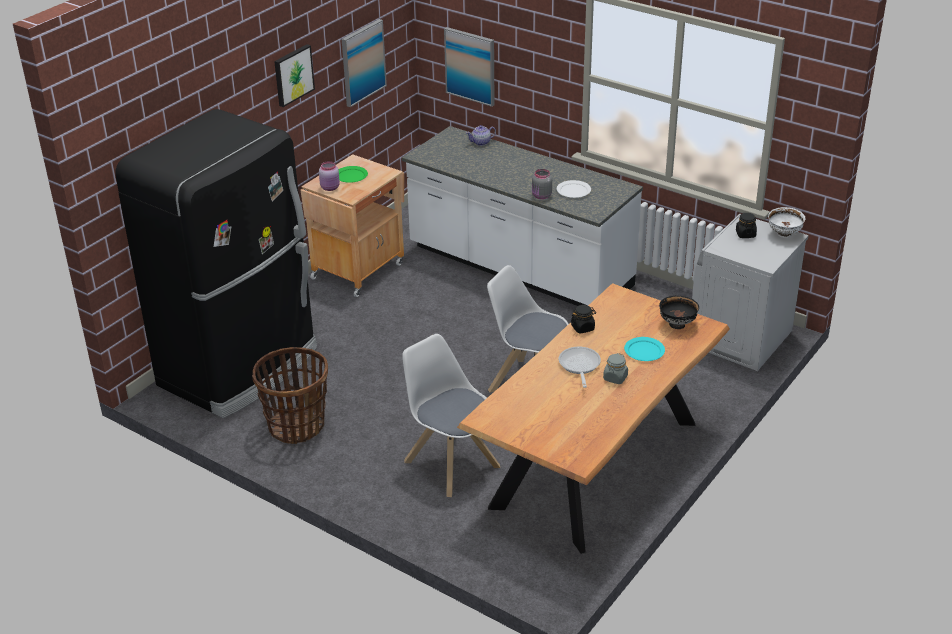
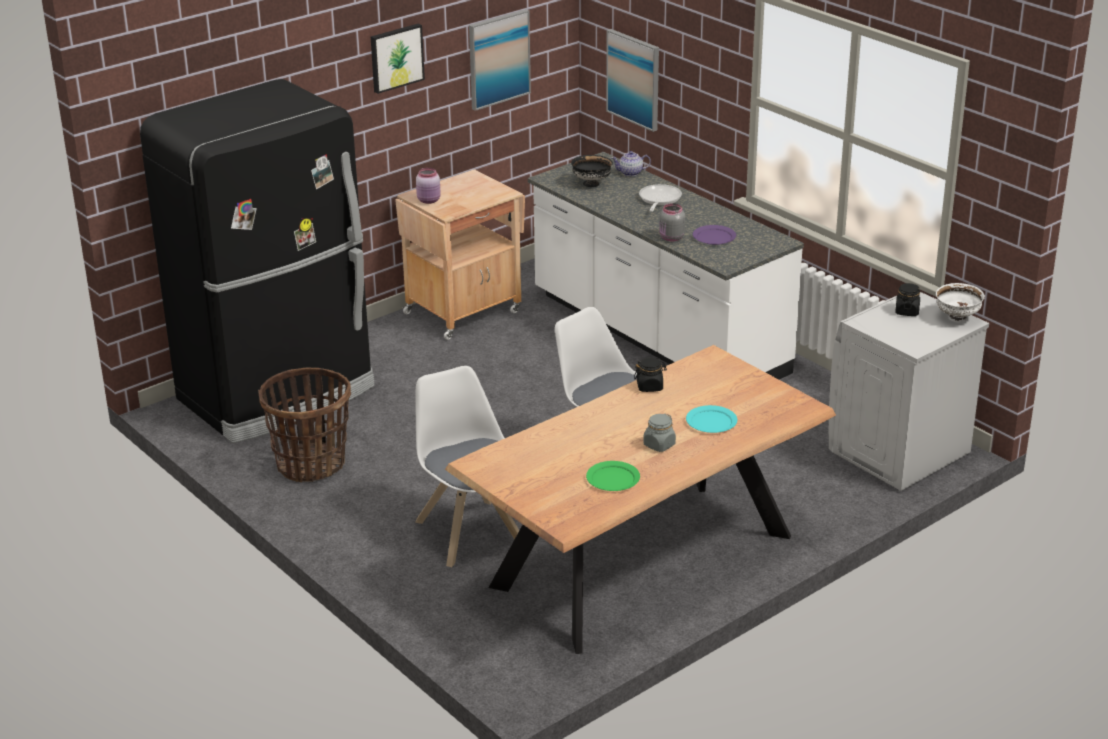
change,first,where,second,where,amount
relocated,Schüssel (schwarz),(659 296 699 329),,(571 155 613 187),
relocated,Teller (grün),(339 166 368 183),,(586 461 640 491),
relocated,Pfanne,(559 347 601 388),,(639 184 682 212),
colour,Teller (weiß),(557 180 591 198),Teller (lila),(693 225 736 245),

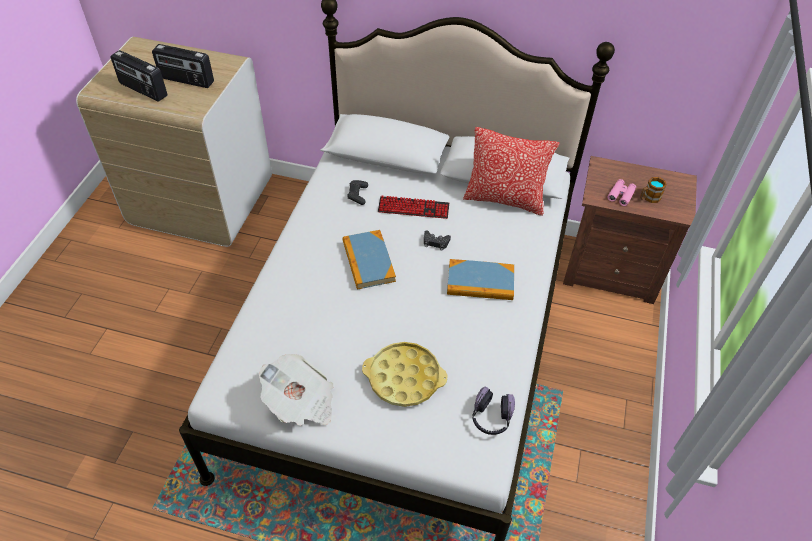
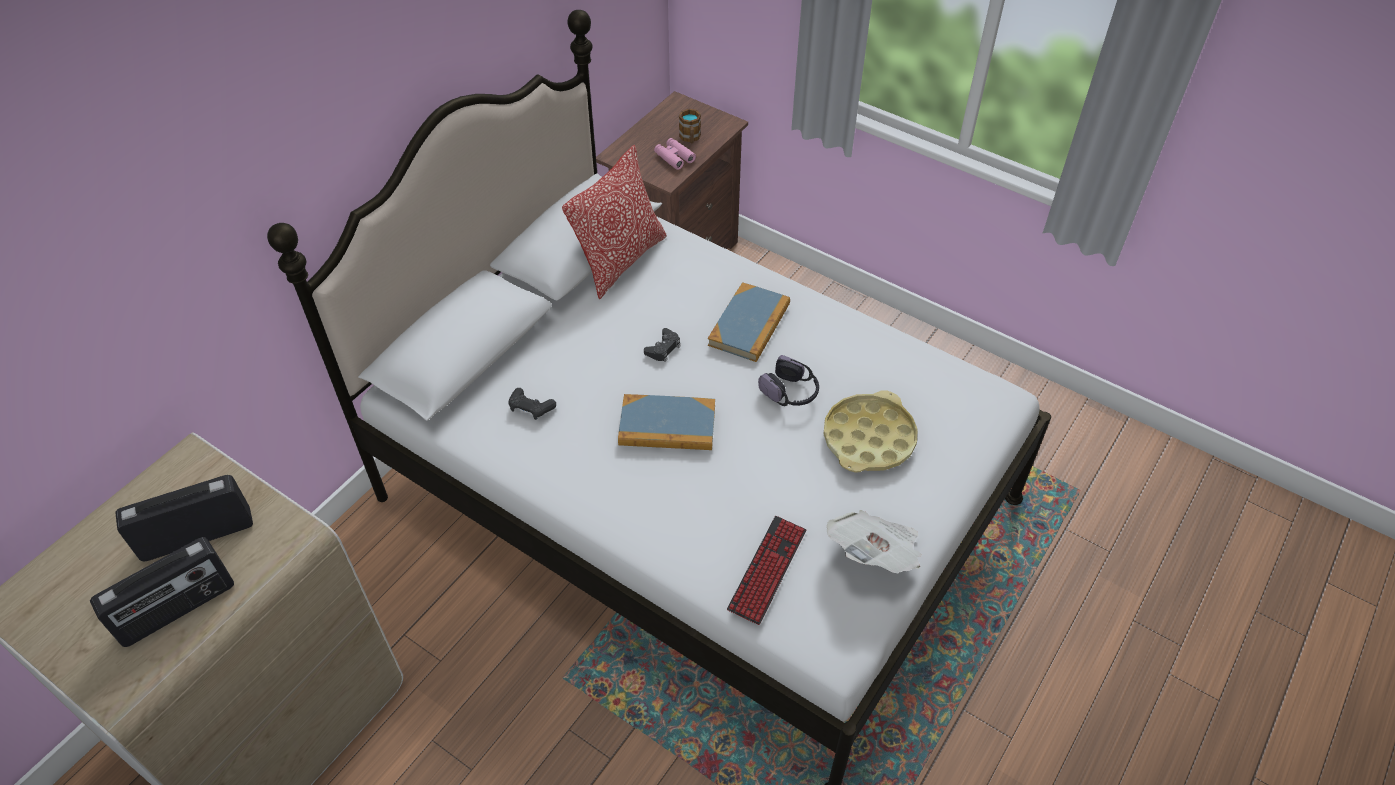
change,first,where,second,where,amount
spun,Radio,(152 44 214 88),,(115 475 253 562),150 degrees counterclockwise
relocated,Tastatur,(378 196 449 219),,(727 516 806 625),
relocated,Kopfhörer,(473 386 515 435),,(758 355 819 406),

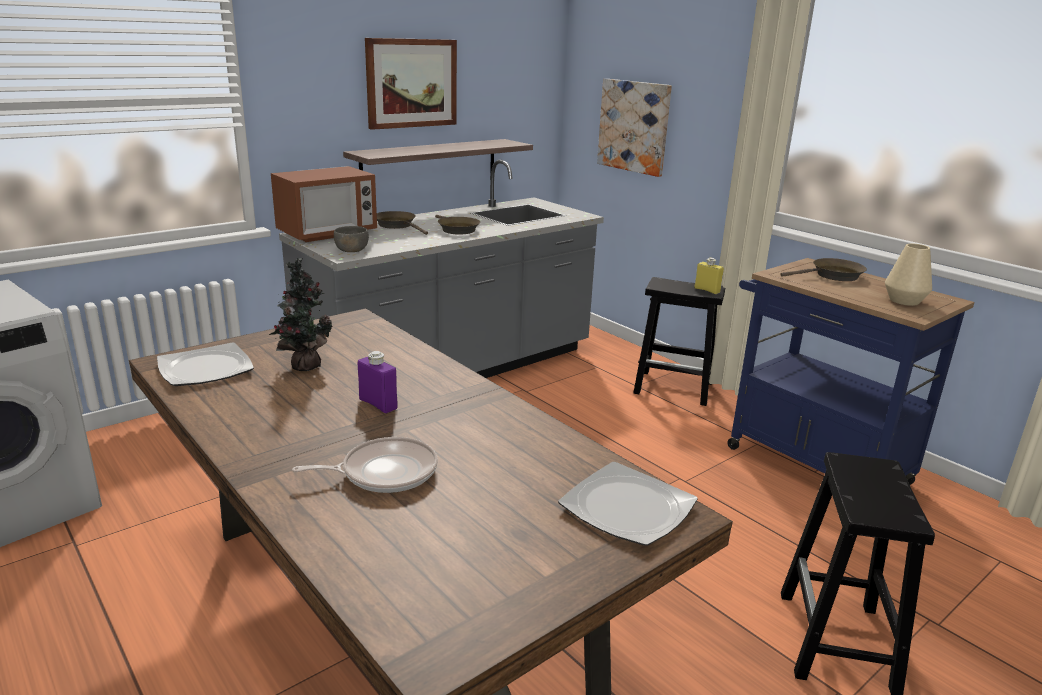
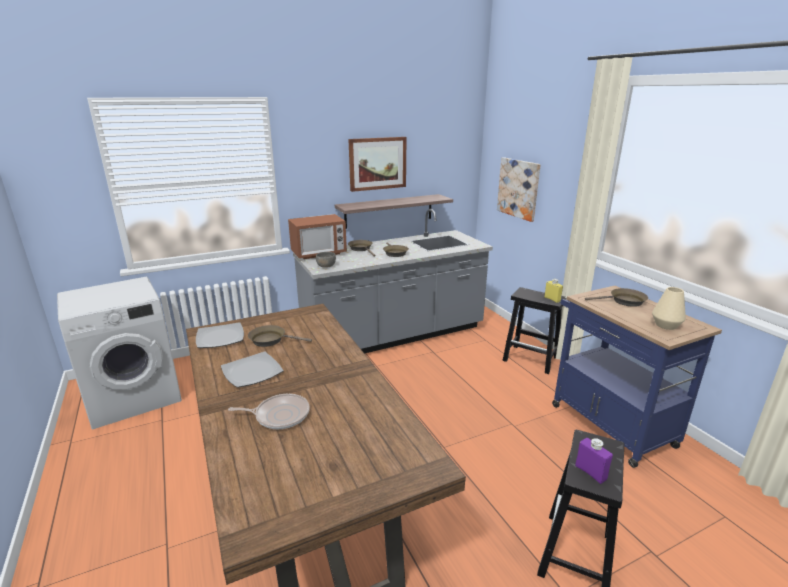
change,first,where,second,where,amount
relocated,Teller,(558 462 698 546),,(221 352 284 387),
exchanged,Topfpflanze,(269 258 332 371),Pfanne (braun),(248 325 312 347),
relocated,Flasche (lila),(358 351 398 413),,(575 438 613 484),

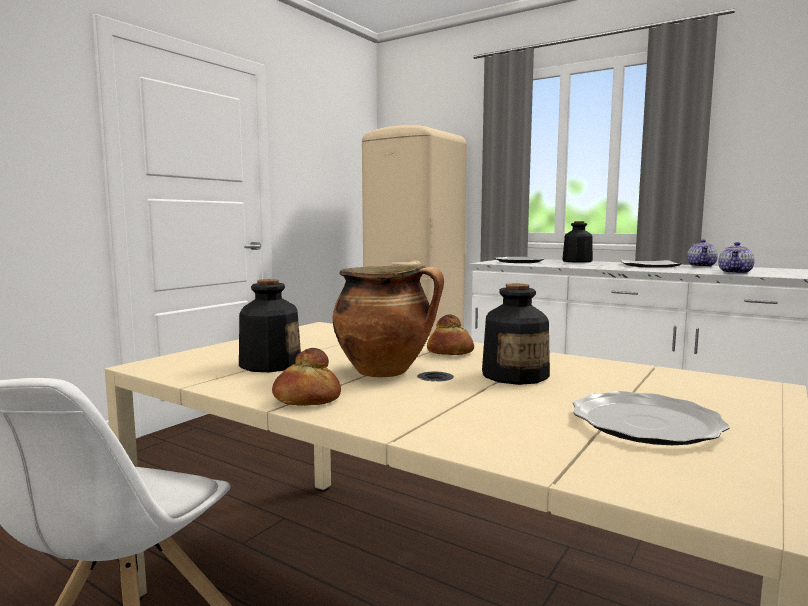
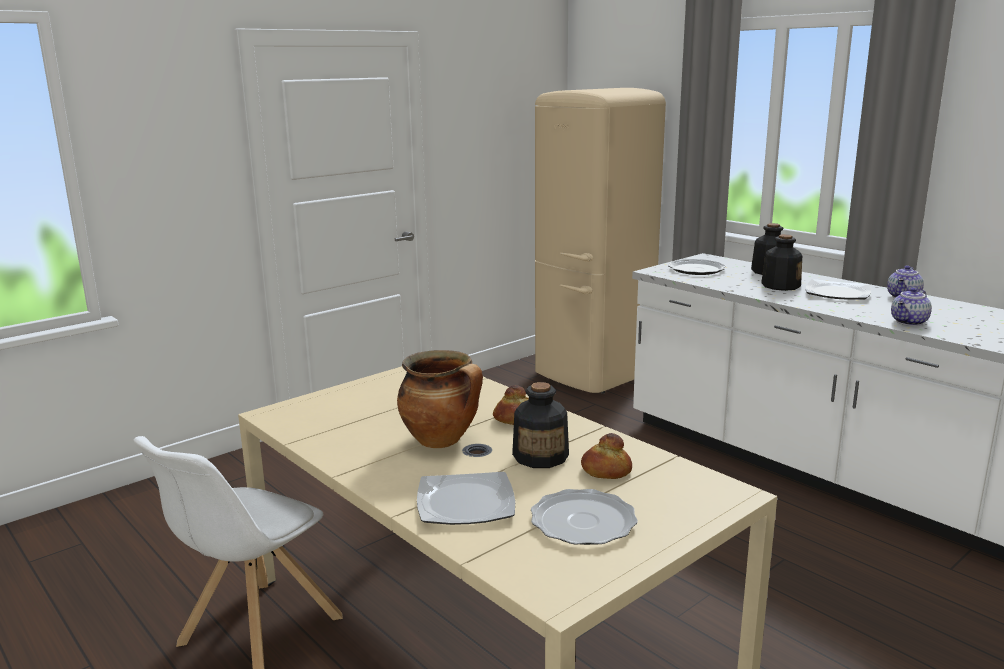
change,first,where,second,where,amount
appeared,,,Teller,(417 472 515 525),
relocated,Brot,(272 348 341 406),,(581 433 632 479),
relocated,Flasche,(239 279 301 372),,(761 234 802 291),

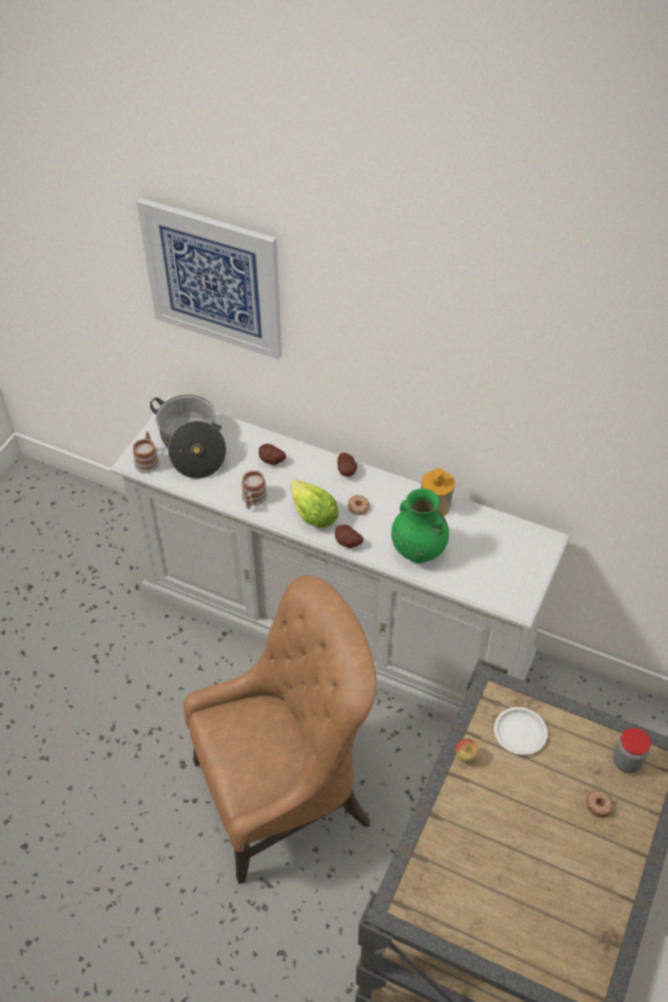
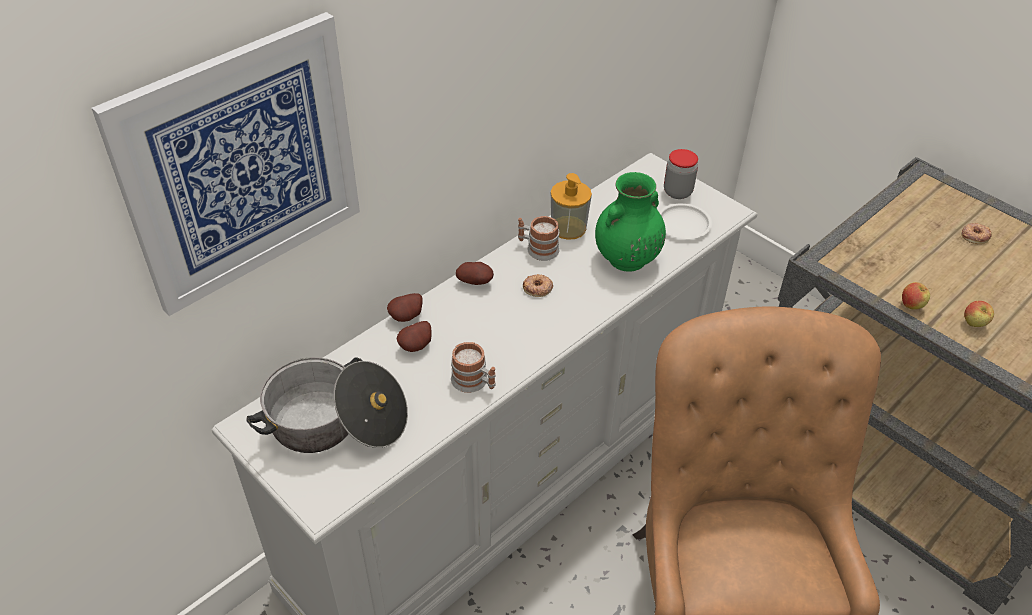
change,first,where,second,where,amount
relocated,Kartoffel,(335 525 363 548),,(387 293 423 322),
relocated,Henkelbecher,(133 431 160 473),,(518 216 559 261),
relocated,Teller (weiß),(494 707 548 755),,(659 203 712 239),
relocated,Vorratsglas,(613 728 651 773),,(664 149 698 199),
appeared,,,Apfel,(964 301 994 327),
missing,Salatkopf,(291 480 339 528),,,

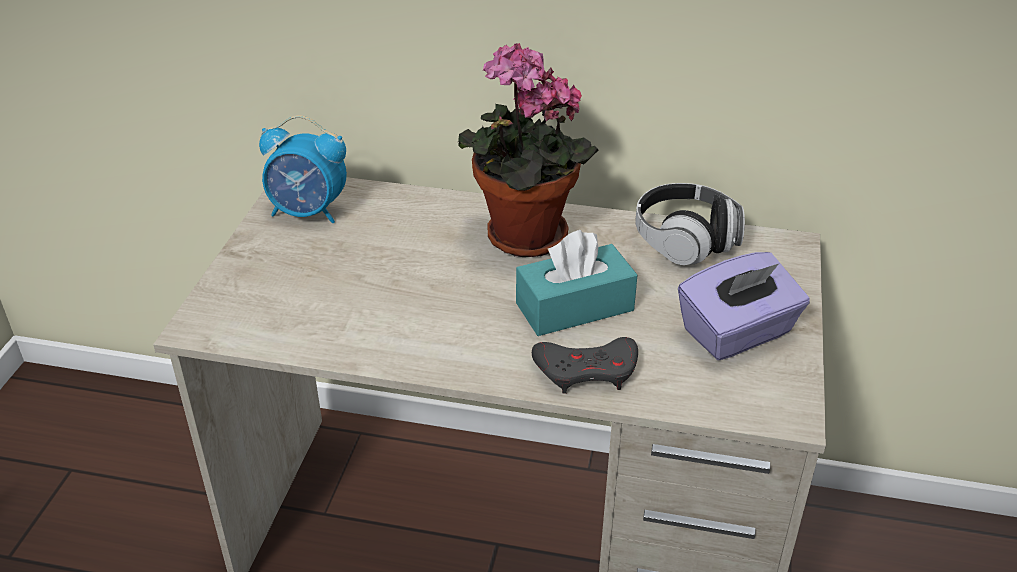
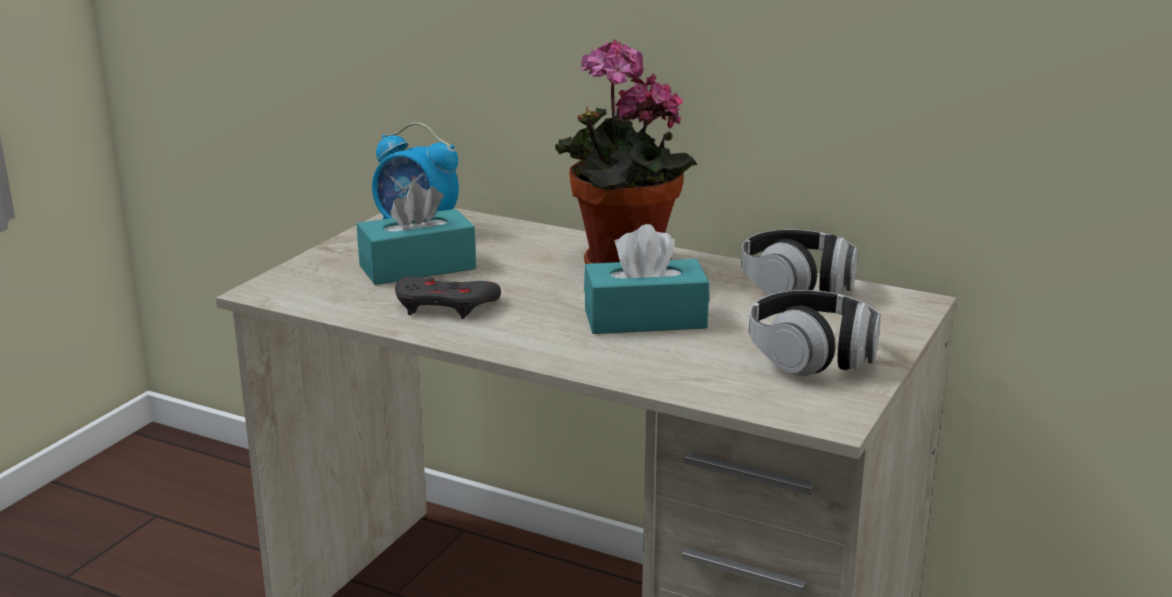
change,first,where,second,where,amount
appeared,,,Taschentuchbox (türkis),(357 182 476 285),
relocated,Gamepad (grau),(532 337 638 394),,(395 276 501 319),
exchanged,Taschentuchbox (lila),(678 252 810 360),Kopfhörer,(749 290 881 376),

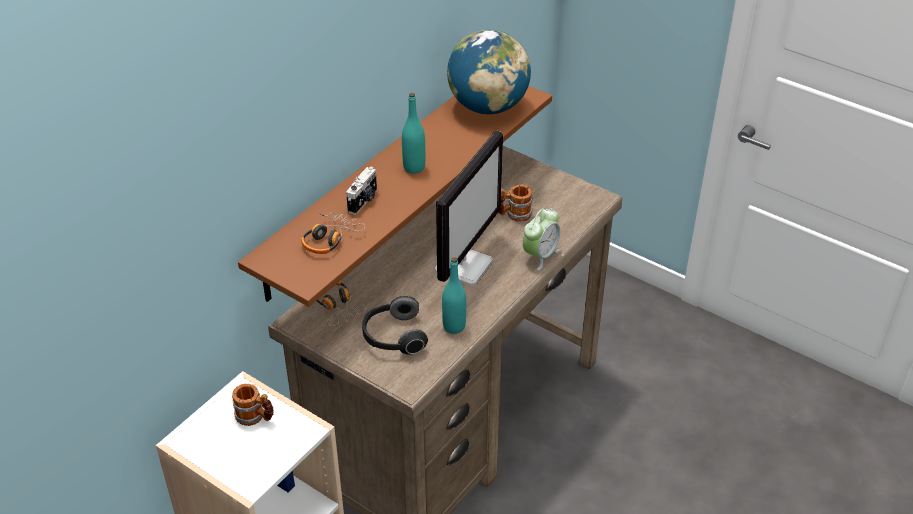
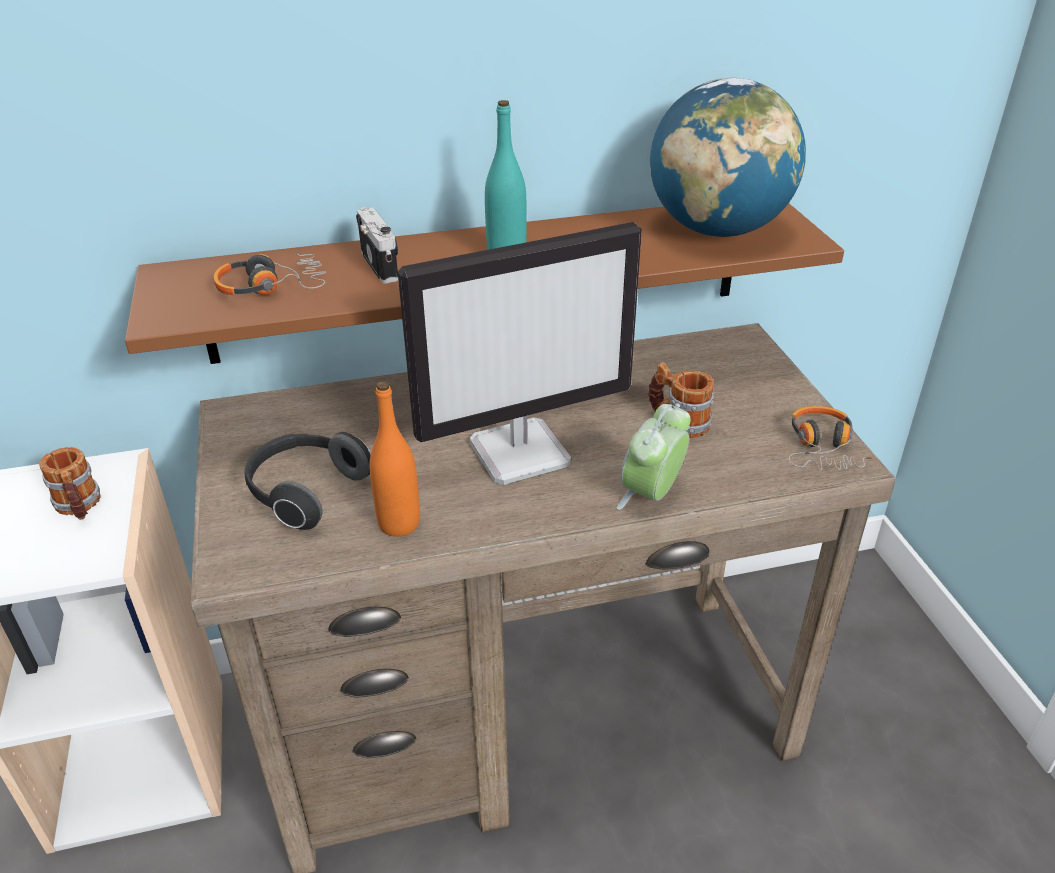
change,first,where,second,where,amount
spun,Kamera,(346 167 377 215),,(356 207 398 284),90 degrees counterclockwise
colour,Flasche (türkis),(442 258 466 334),Flasche (orange),(369 381 420 537),
spun,Wecker,(523 208 560 270),,(617 403 691 510),135 degrees clockwise
relocated,Kopfhörer,(317 281 369 326),,(788 406 877 470),

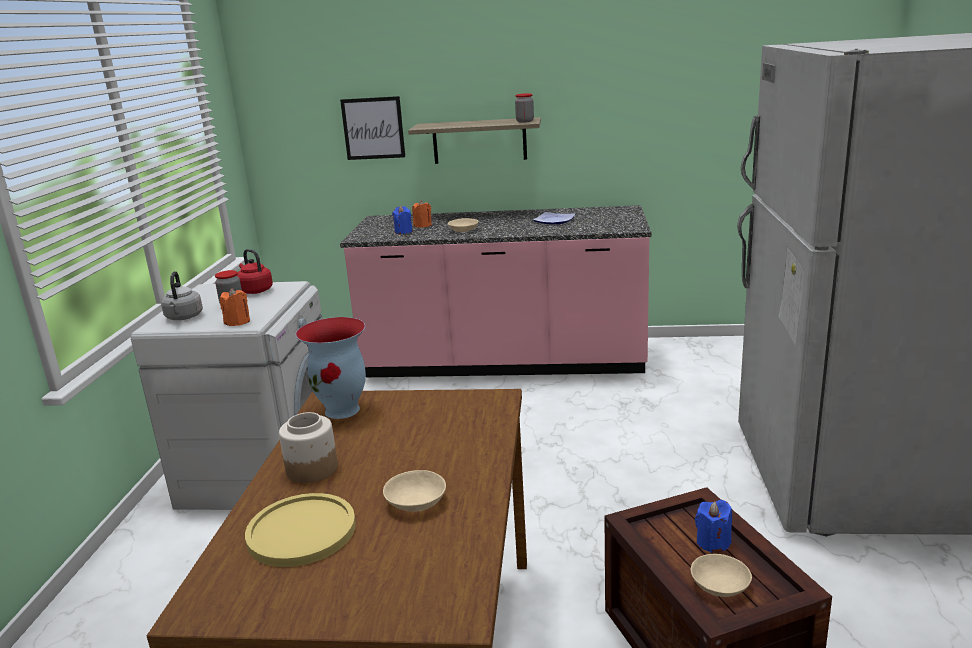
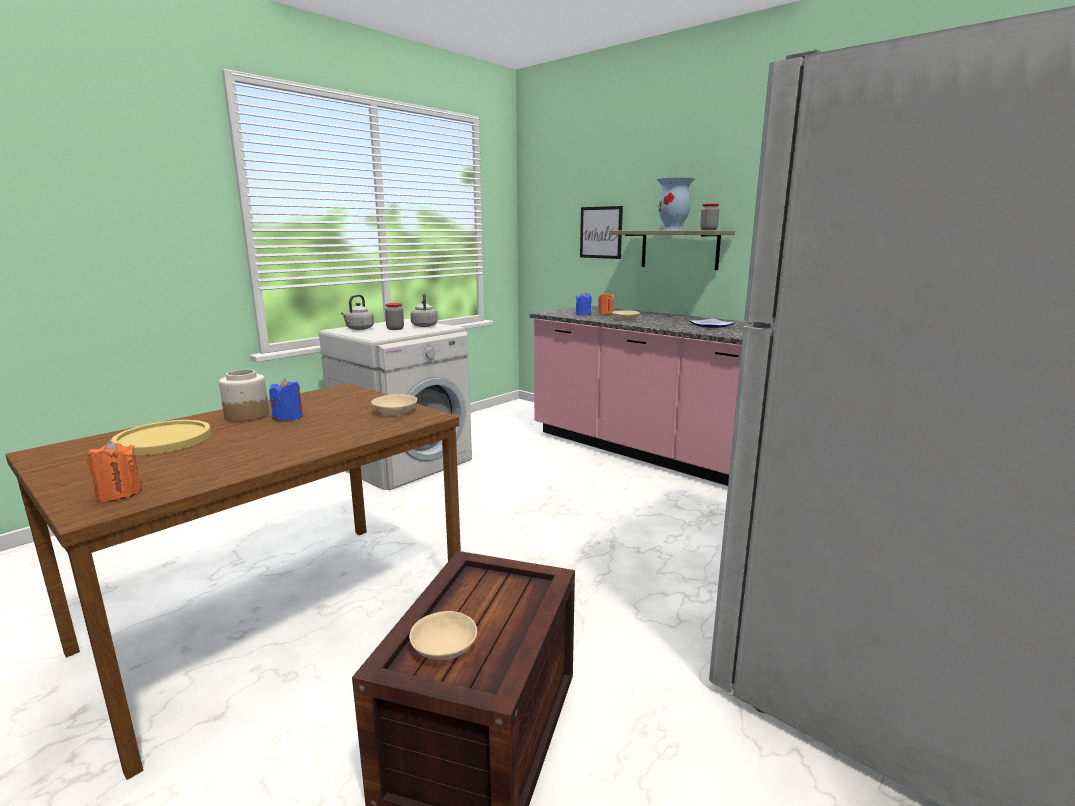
change,first,where,second,where,amount
relocated,Kerze (orange),(220 288 250 326),,(86 440 142 502),
relocated,Kerze (blau),(695 500 732 553),,(269 378 303 421),
relocated,Schüssel (beige),(383 470 446 512),,(371 394 417 415),
colour,Wasserkessel (rot),(237 249 273 294),Wasserkessel (grau),(410 293 438 327),
relocated,Vase,(296 317 366 419),,(657 177 695 230),

